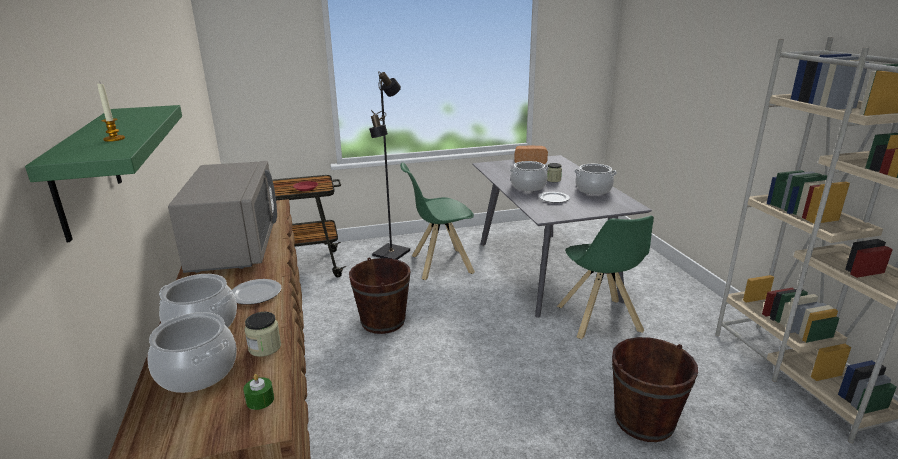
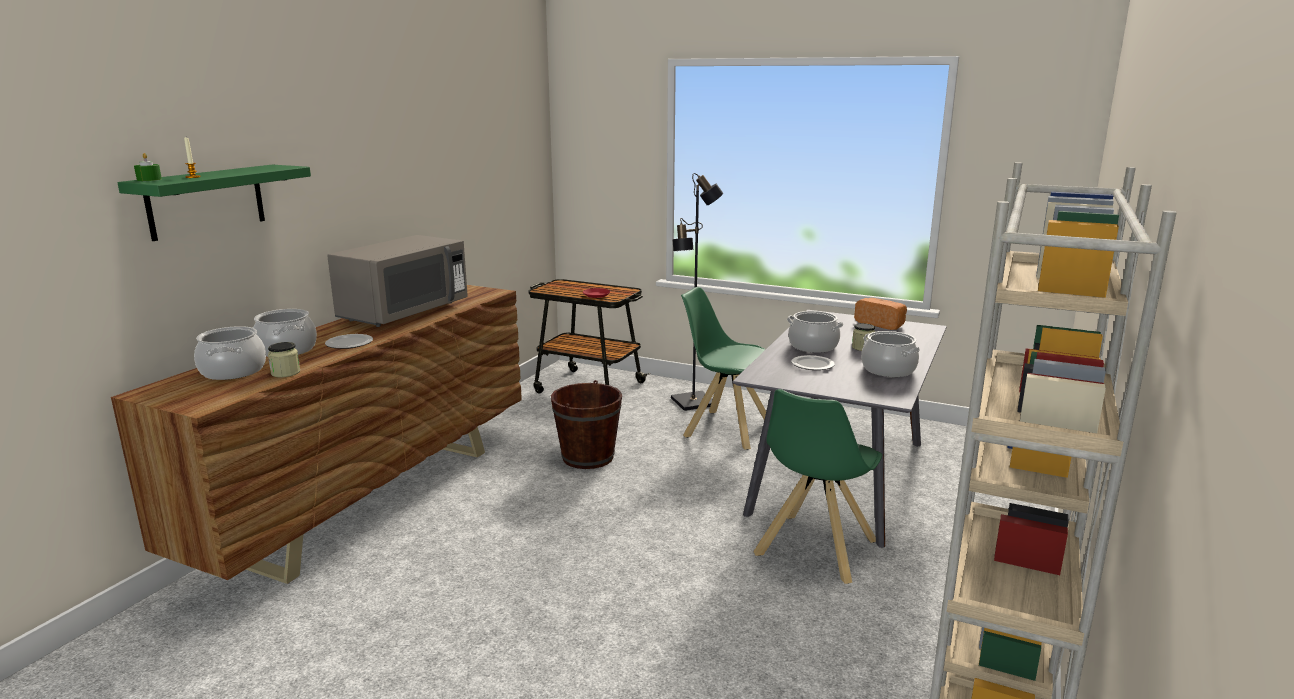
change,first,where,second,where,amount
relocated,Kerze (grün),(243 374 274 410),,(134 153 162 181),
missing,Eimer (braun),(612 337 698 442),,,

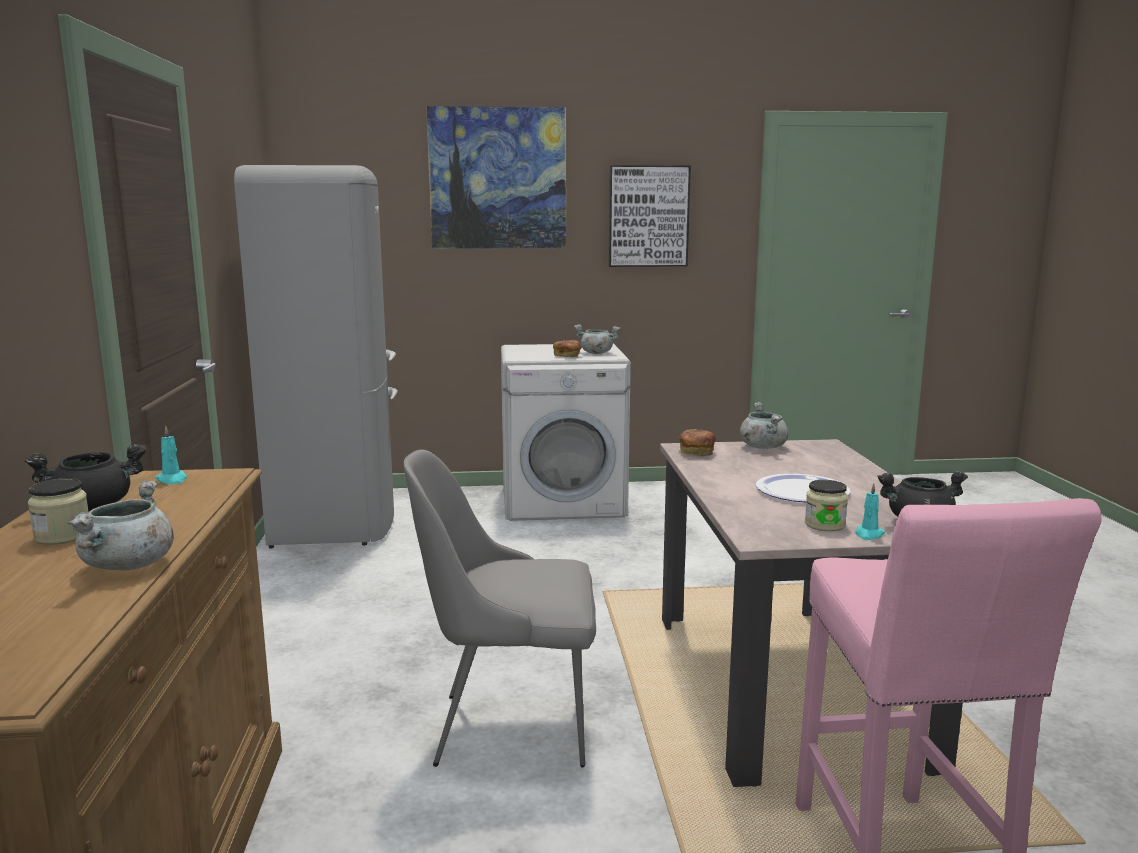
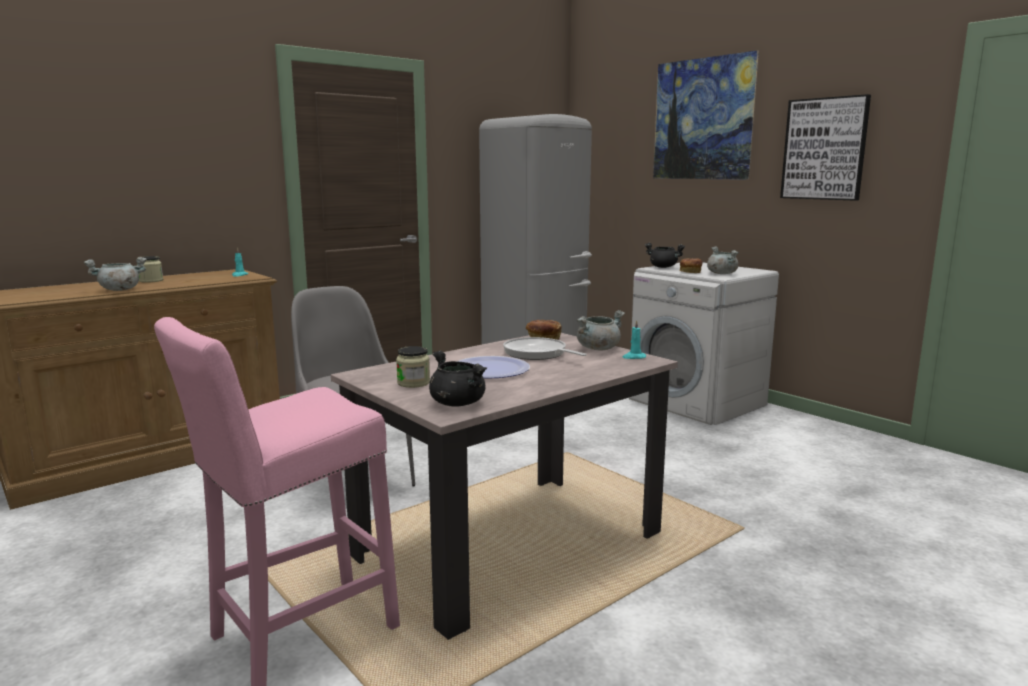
change,first,where,second,where,amount
appeared,,,Pfanne,(503 337 587 360),
relocated,Kerze (türkis),(855 483 885 540),,(623 320 646 359),
relocated,Kochtopf (schwarz),(25 444 146 512),,(645 243 685 268),

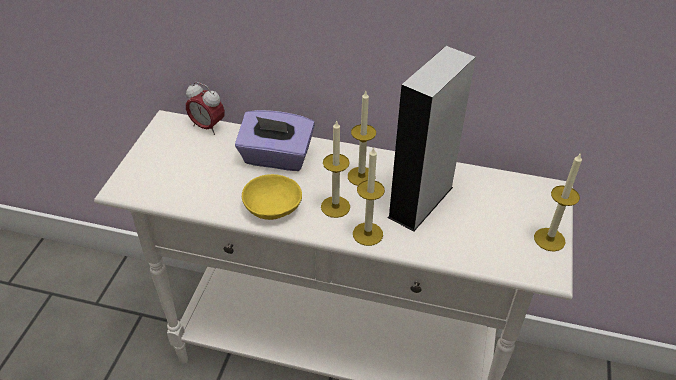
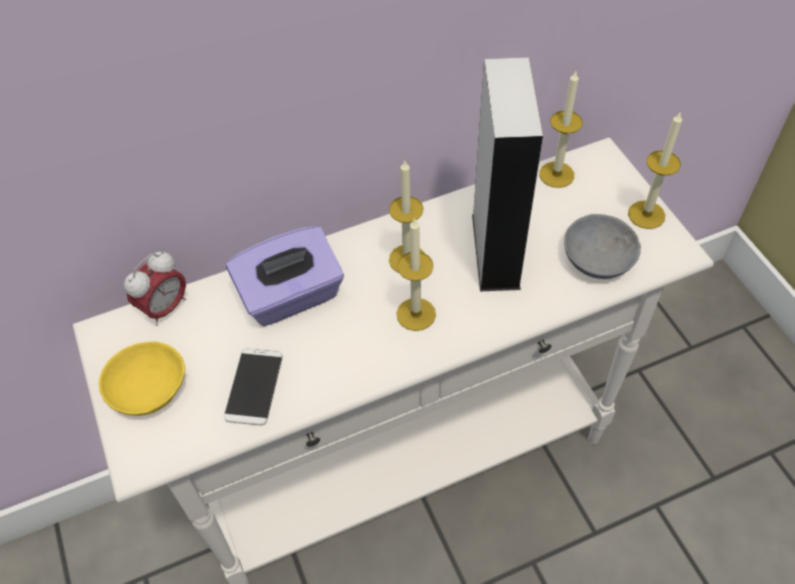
change,first,where,second,where,amount
relocated,Schüssel (gelb),(242 174 302 220),,(99 341 185 416),
spun,Wecker,(186 82 225 135),,(124 251 186 326),45 degrees counterclockwise
appeared,,,Handy,(224 348 283 426),
relocated,Kerze,(353 147 385 246),,(539 71 583 188),
appeared,,,Schüssel (grau),(564 214 641 279),

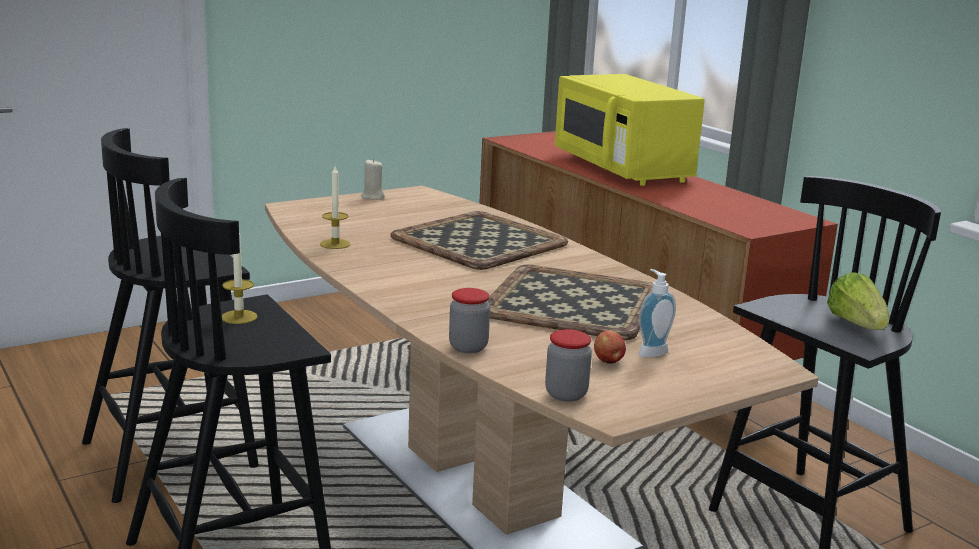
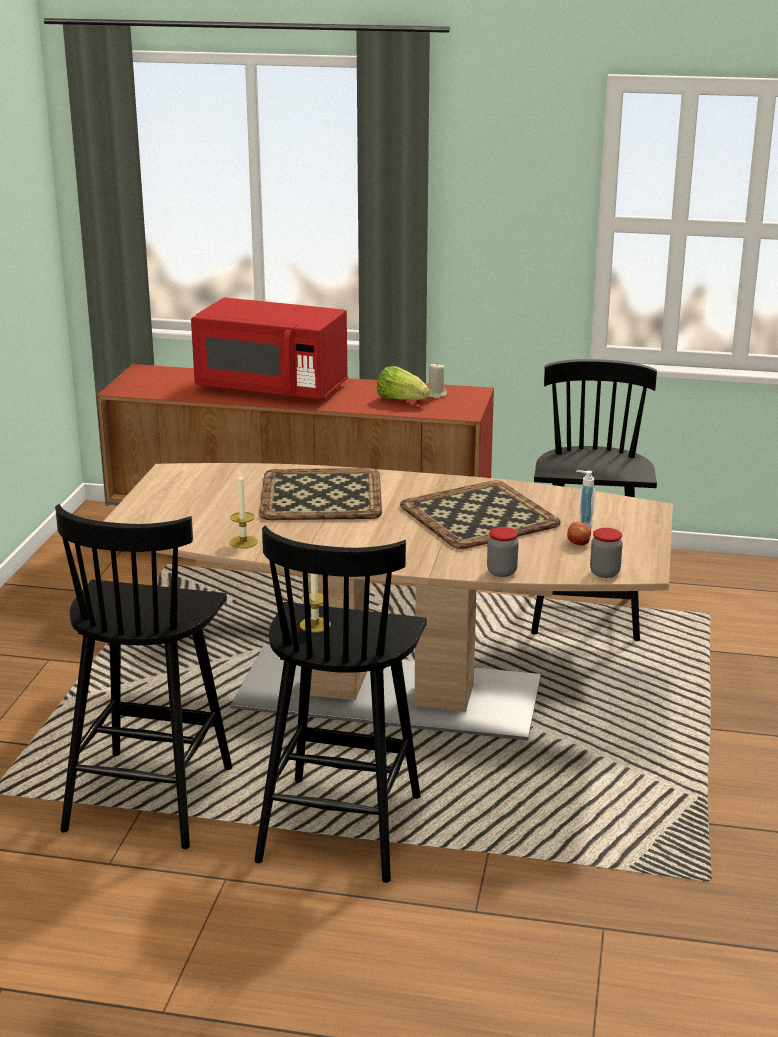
change,first,where,second,where,amount
colour,Mikrowelle (gelb),(555 74 705 186),Mikrowelle (rot),(191 297 348 401),
relocated,Salatkopf,(827 272 889 330),,(377 366 430 400),
relocated,Kerze (beige),(361 159 385 200),,(428 364 447 399),

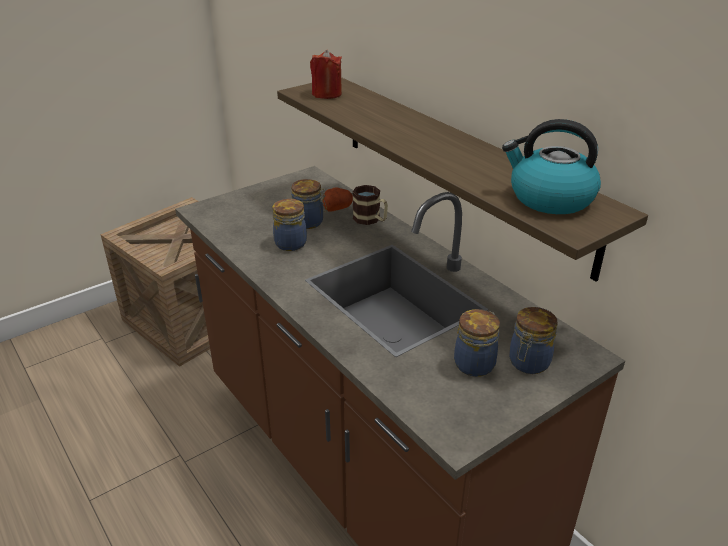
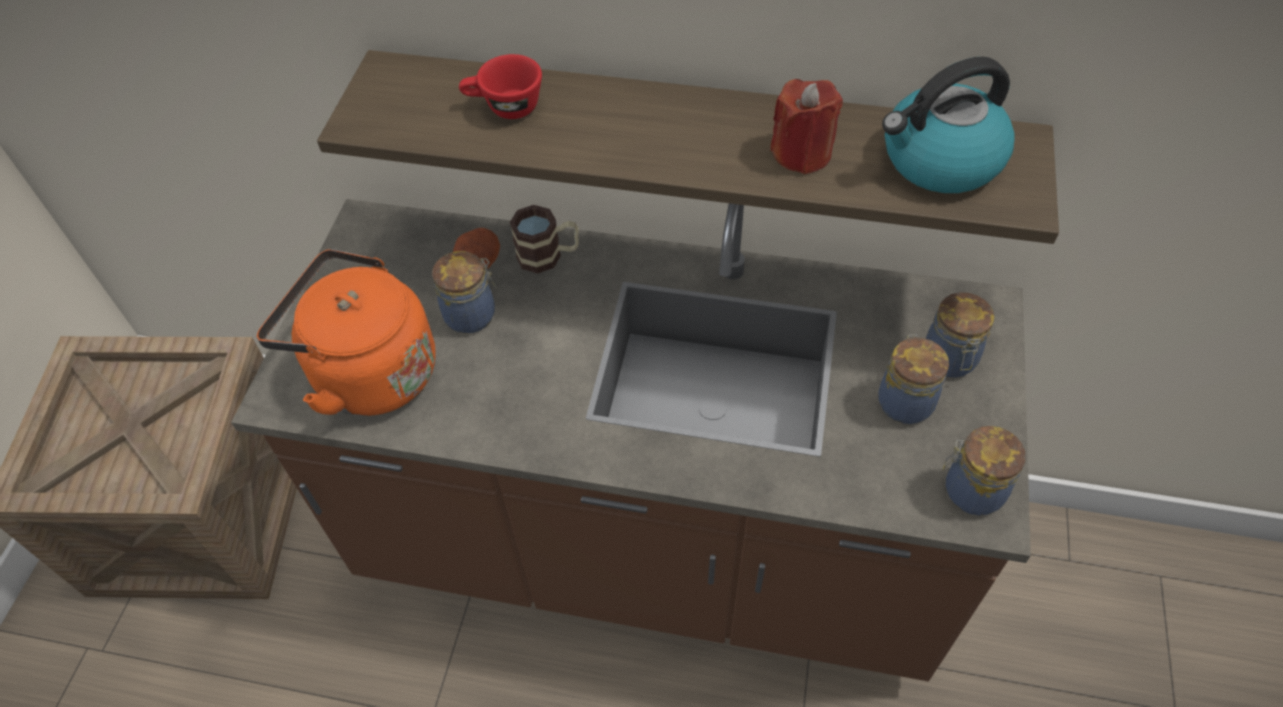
change,first,where,second,where,amount
appeared,,,Wasserkessel (orange),(257 249 436 416),
appeared,,,Tasse (rot),(459 54 542 119),
relocated,Kerze (rot),(310 50 342 99),,(770 79 843 174),
relocated,Vorratsglas,(273 199 307 251),,(943 426 1026 515),

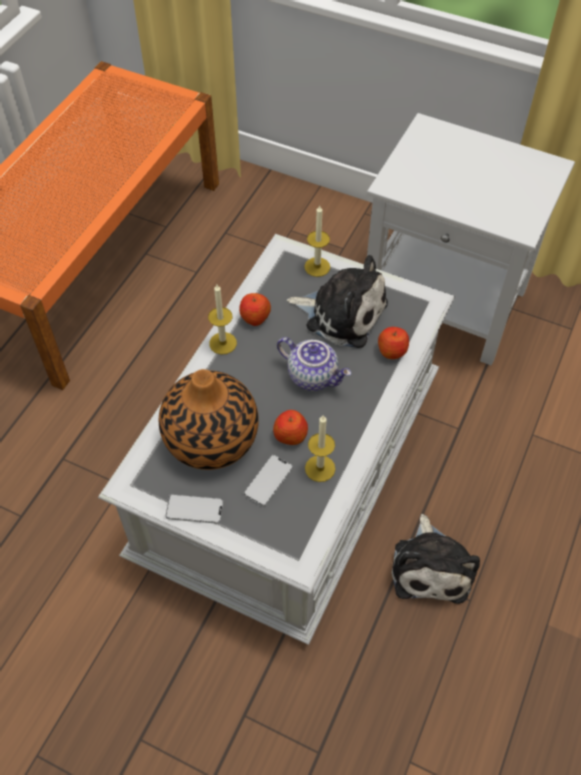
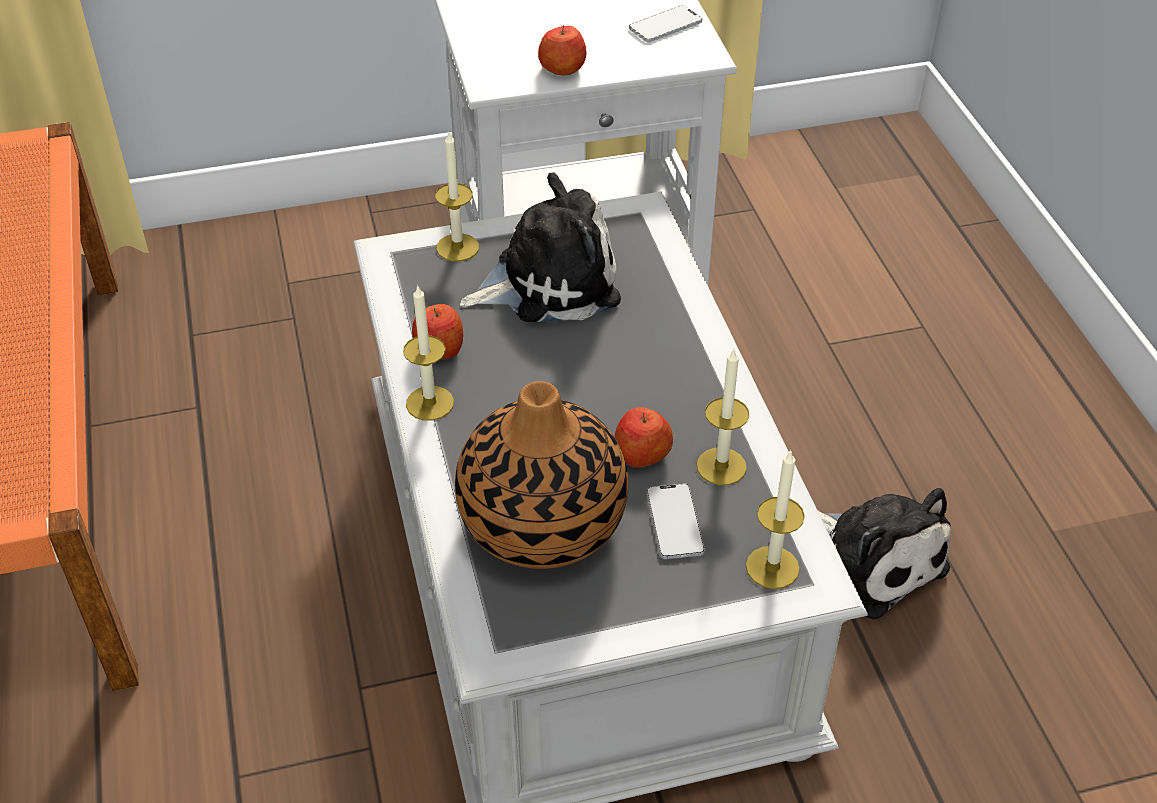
change,first,where,second,where,amount
relocated,Apfel,(378 327 409 359),,(538 25 587 76),
relocated,Handy,(166 494 223 524),,(629 5 702 42),
appeared,,,Kerze,(746 449 805 589),
missing,Teekanne,(277 337 351 391),,,

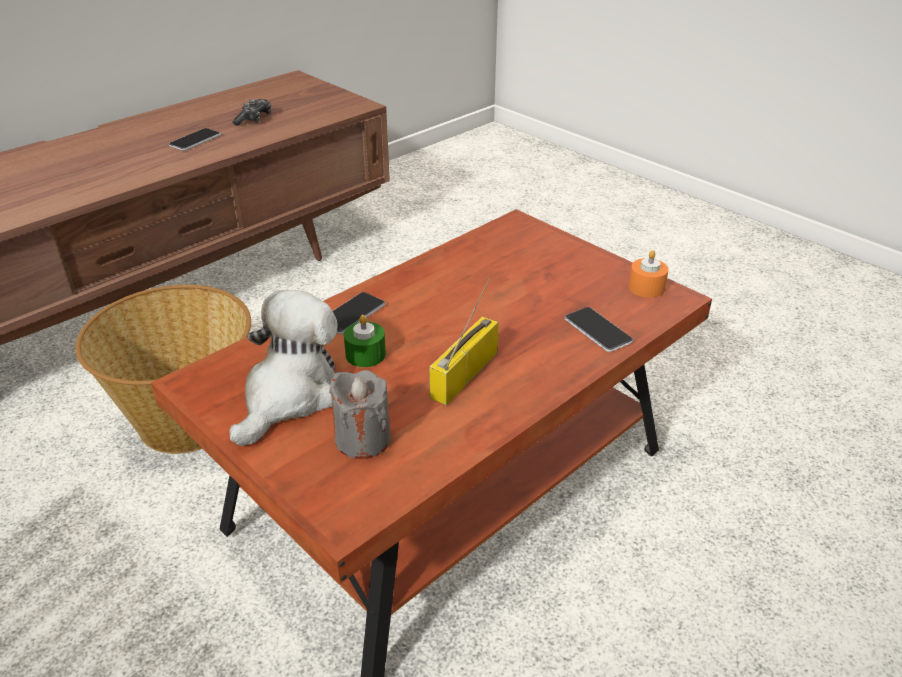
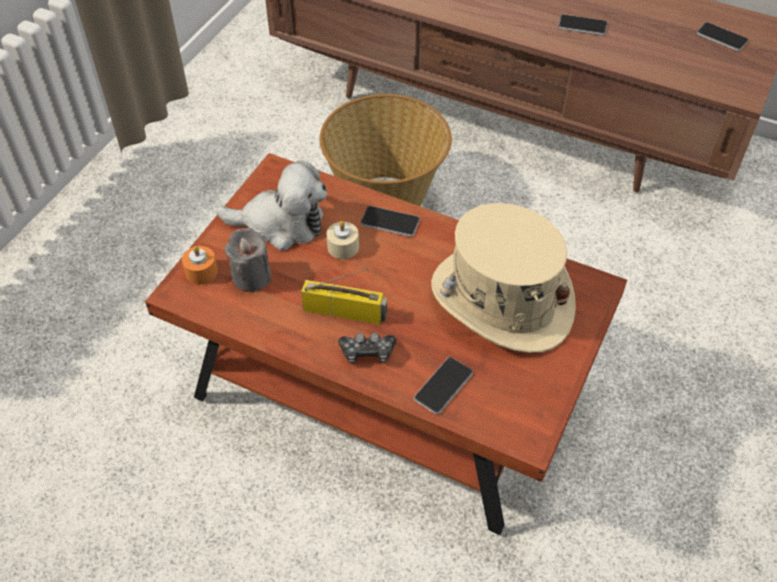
change,first,where,second,where,amount
relocated,Kerze (orange),(629 250 669 298),,(182 246 218 285),
colour,Kerze (grün),(344 315 386 367),Kerze (beige),(327 221 359 259),
relocated,Gamepad,(233 99 271 126),,(338 333 396 364),
appeared,,,Hut (beige),(431 203 576 353),
appeared,,,Handy,(697 22 749 51),

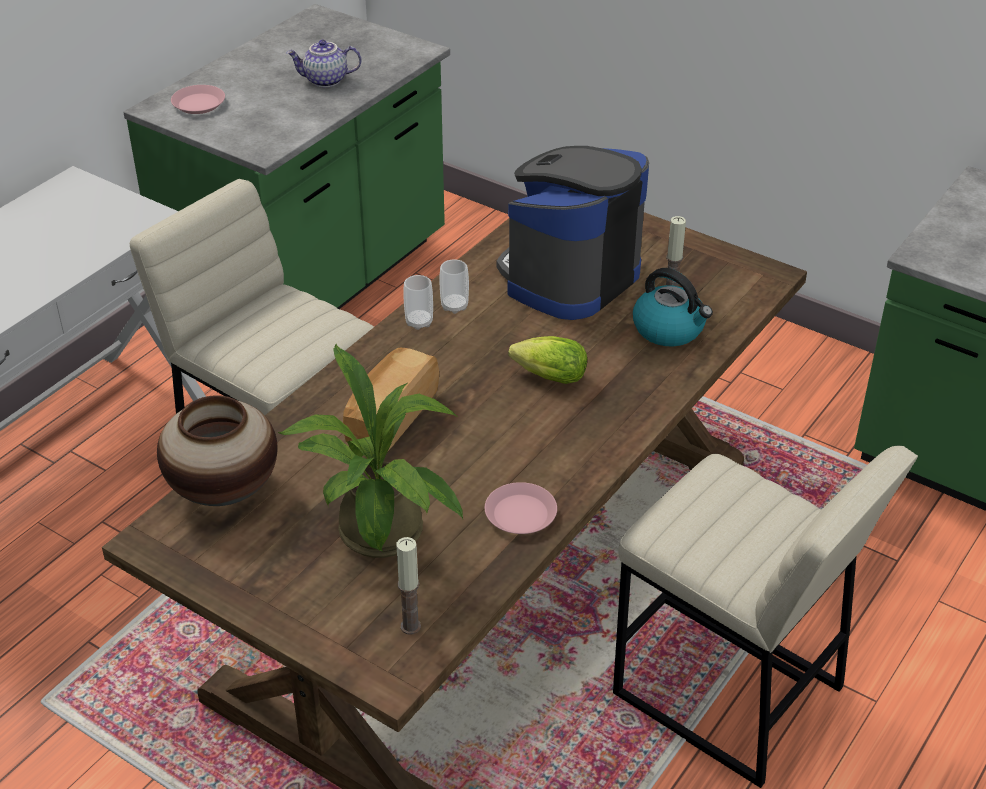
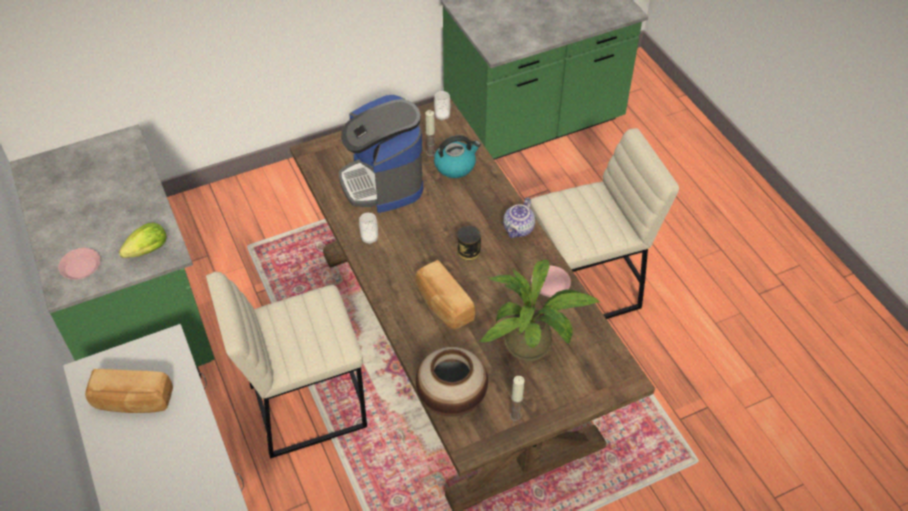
change,first,where,second,where,amount
appeared,,,Brot,(85 369 173 413),
relocated,Salatkopf,(508 336 587 384),,(119 223 167 258),
relocated,Tasse,(404 275 433 330),,(434 91 450 121),
appeared,,,Dose,(457 226 481 260),
relocated,Teekanne,(286 40 362 87),,(503 197 535 238),
relocated,Kerze,(397 537 421 635),,(510 376 524 421),

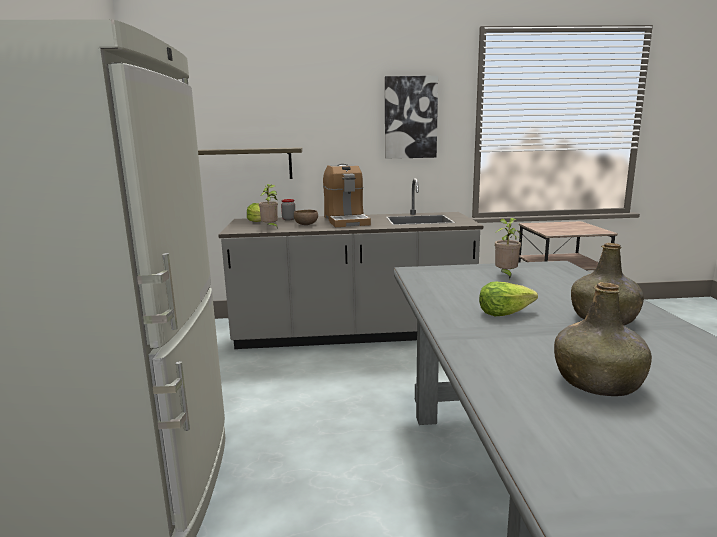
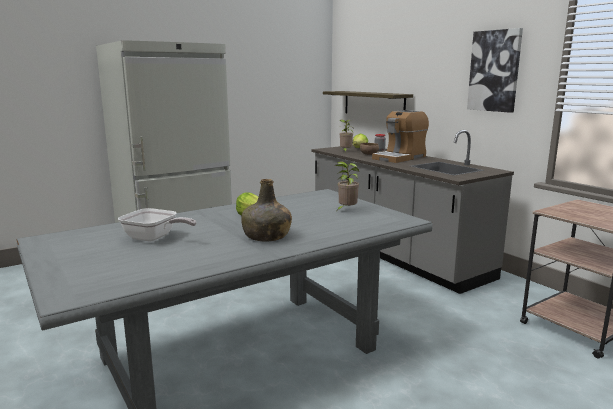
change,first,where,second,where,amount
exchanged,Flasche (grün),(554 282 652 396),Pfanne,(118 208 196 242),

